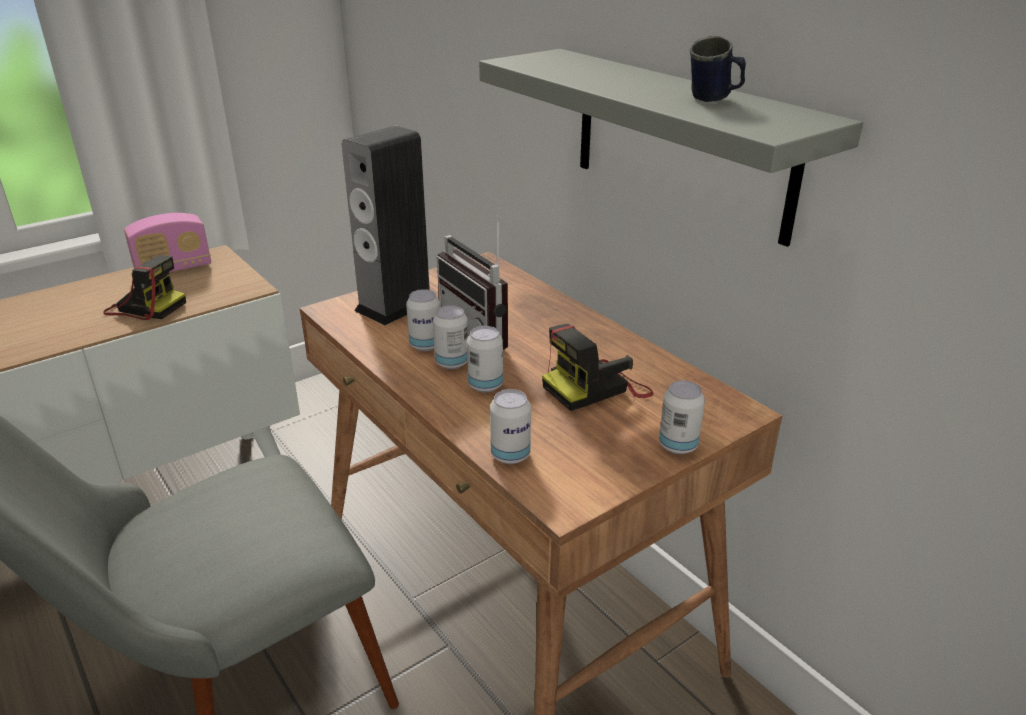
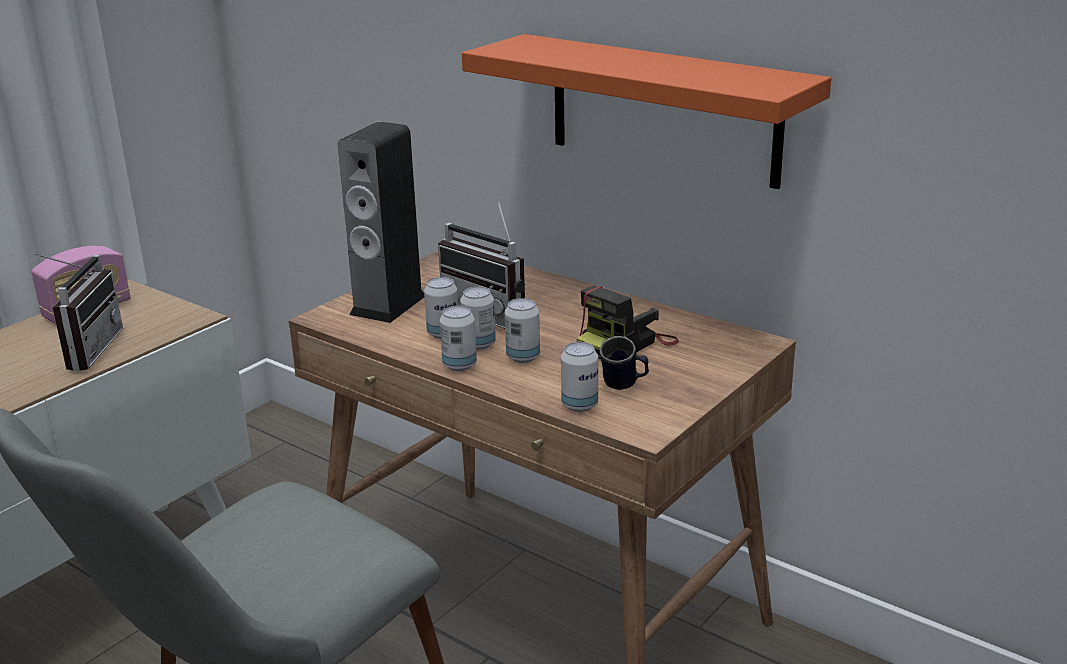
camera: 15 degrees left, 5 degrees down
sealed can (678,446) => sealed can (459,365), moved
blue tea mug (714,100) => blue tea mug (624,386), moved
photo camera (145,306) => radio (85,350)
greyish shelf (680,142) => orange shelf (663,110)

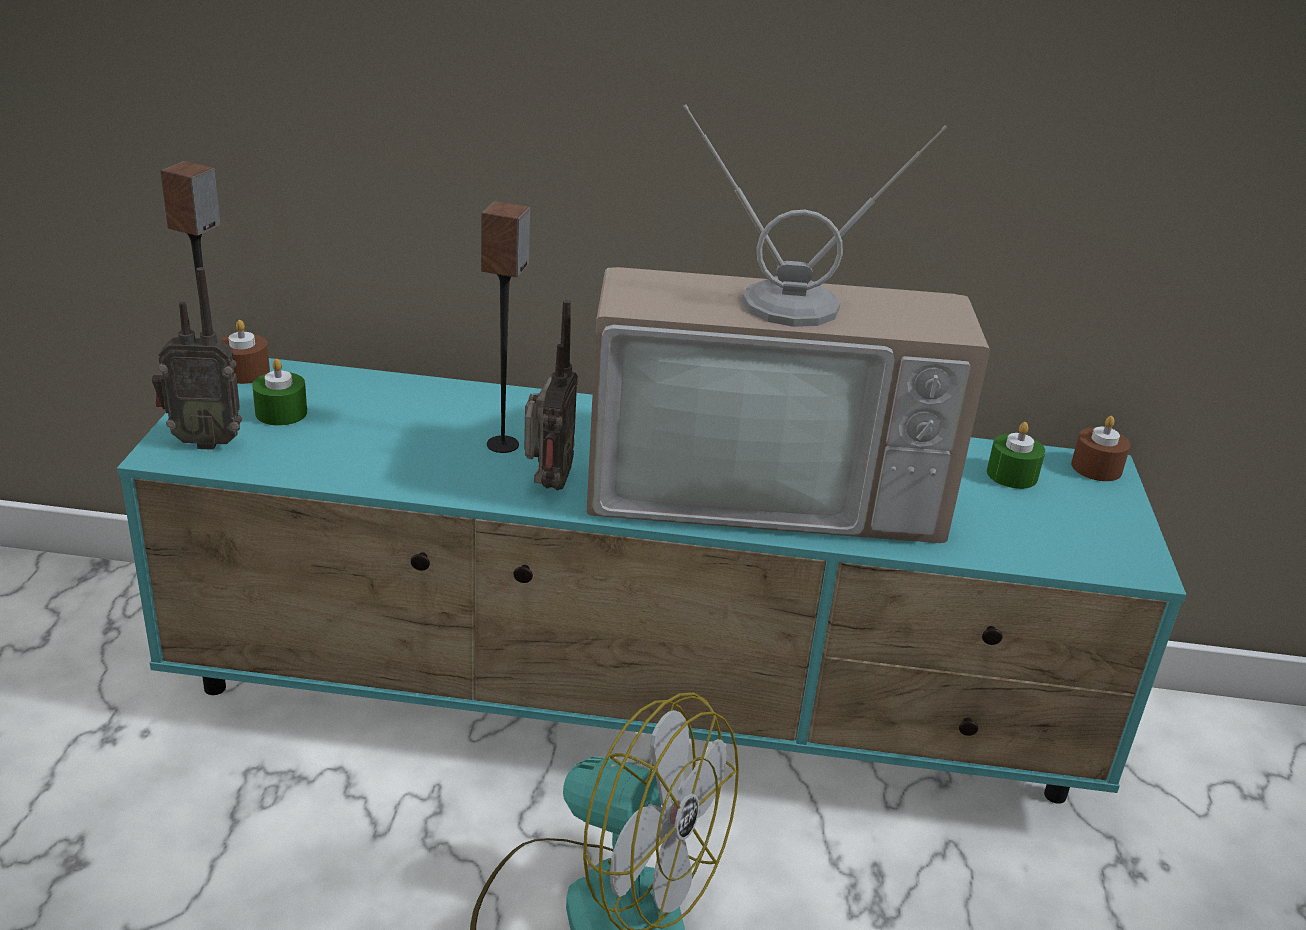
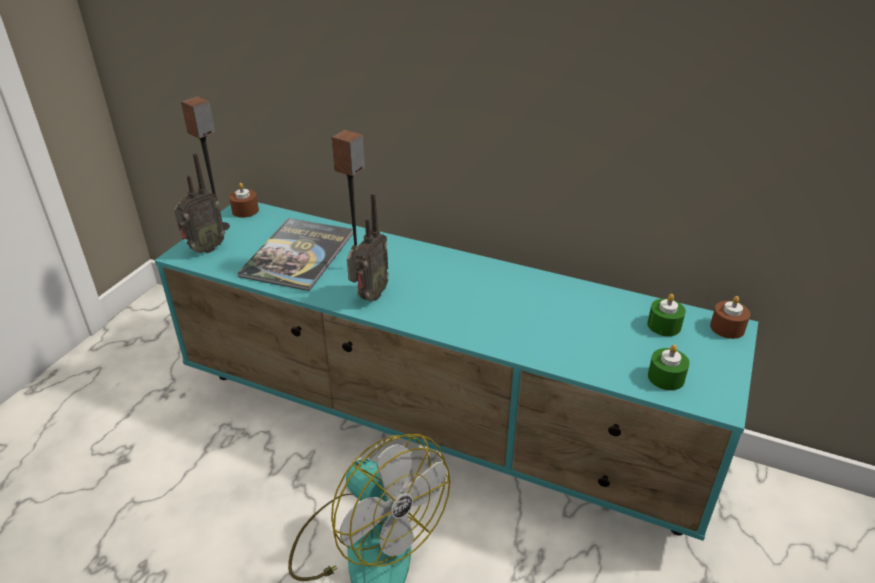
camera: 20 degrees right, 5 degrees up
television (766,485) => nothing
nothing => book (298,255)
greenish wax candle (281,413) => greenish wax candle (666,377), moved
radio (205,441) => radio (204,249), 60 degrees counterclockwise

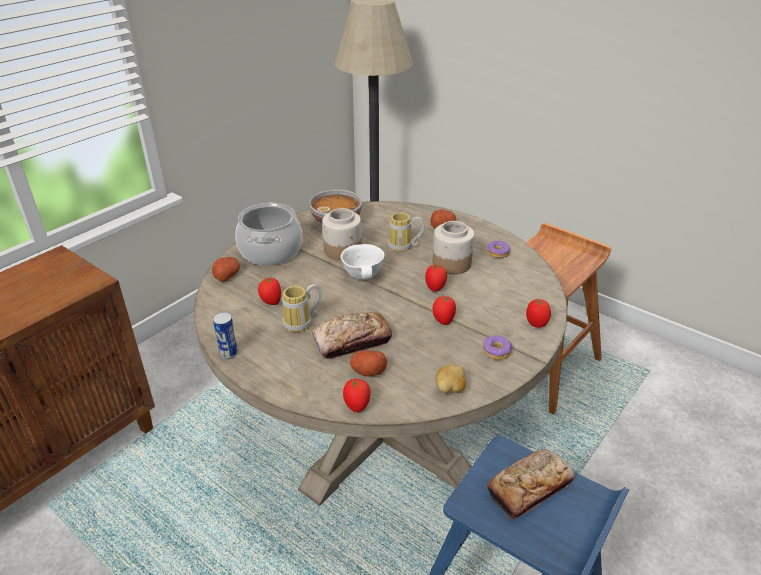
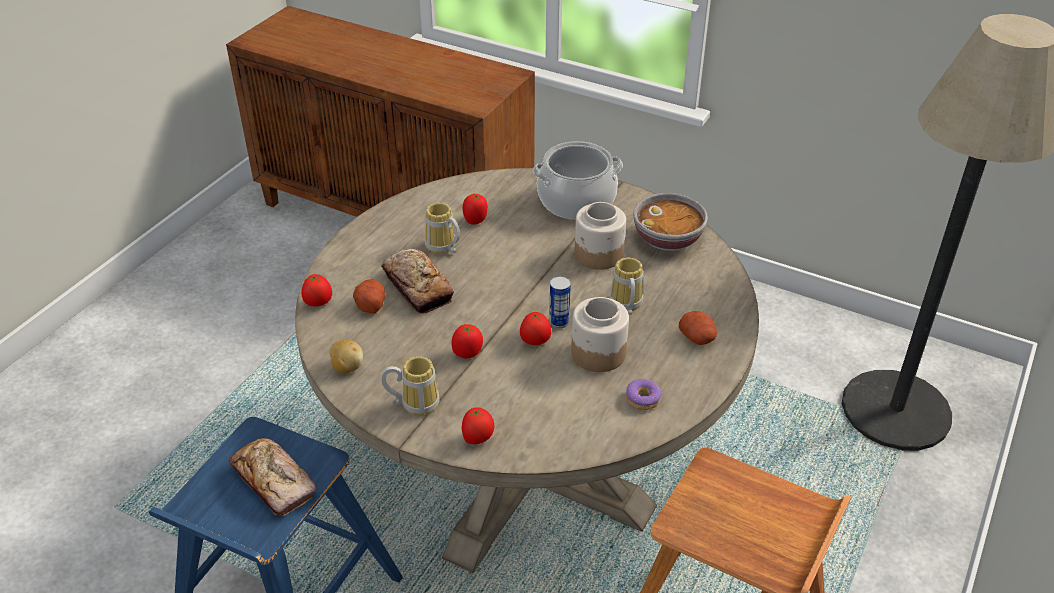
camera: 80 degrees right, 5 degrees up
whole potato (227,275) => nothing
white-coloured serving bowl (364,276) => nothing
sealed can (228,354) => sealed can (559,322), moved
donut (496,352) => tea mug (415,402)

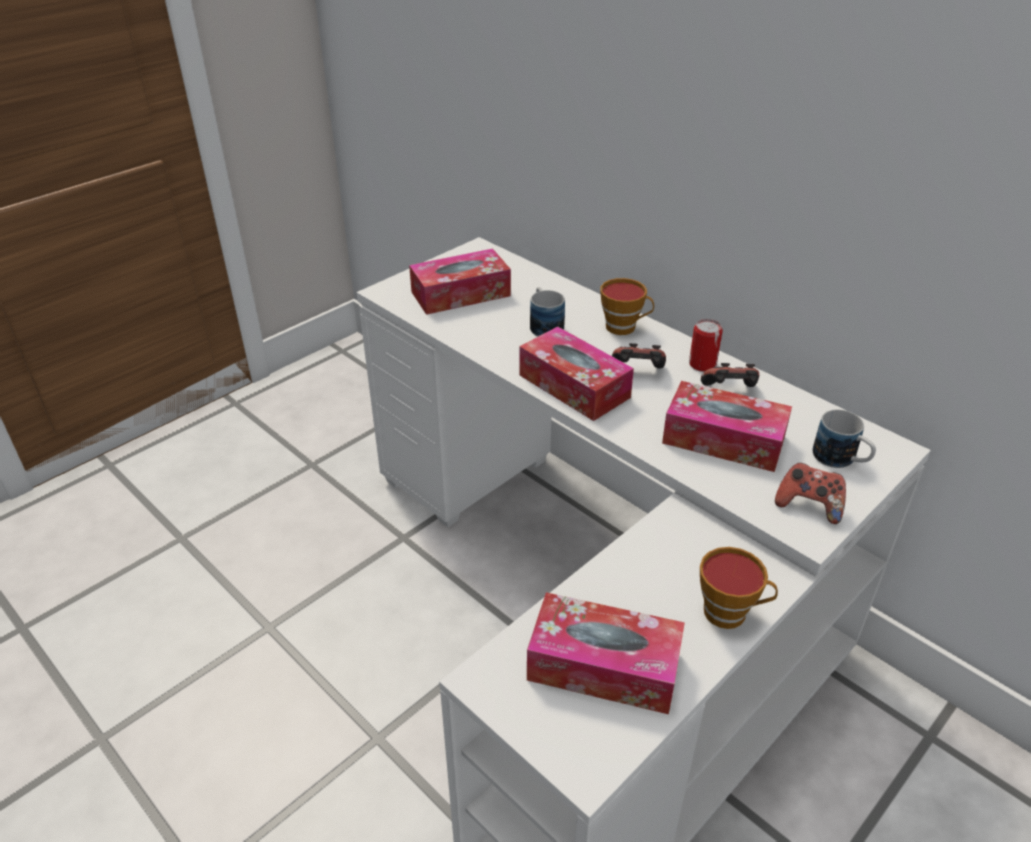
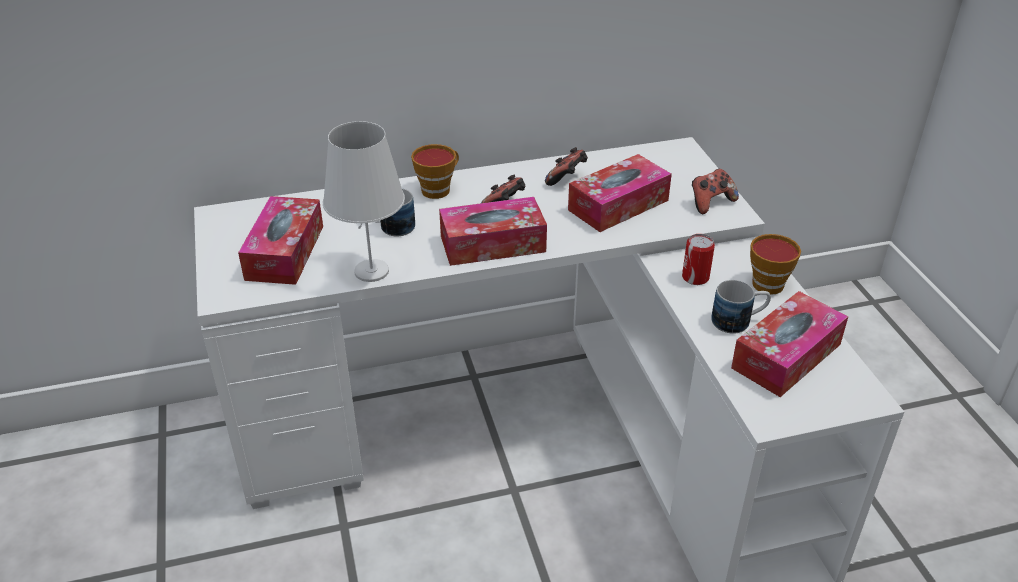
camera: 60 degrees left, 0 degrees up
nothing => white-coloured tabletop lamp (372,271)
sealed can (702,364) => sealed can (695,277), moved
tea mug (841,460) => tea mug (738,321), moved

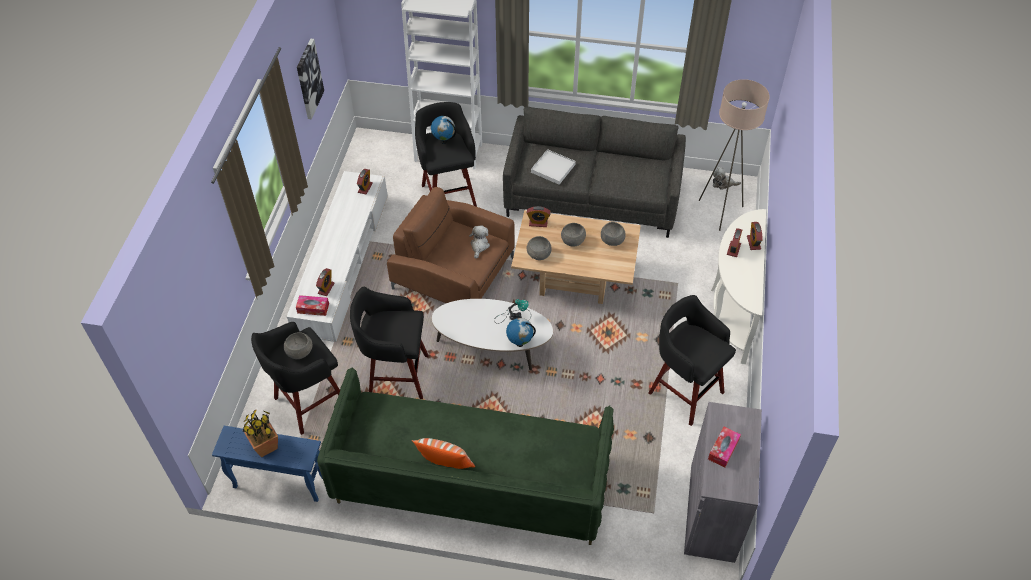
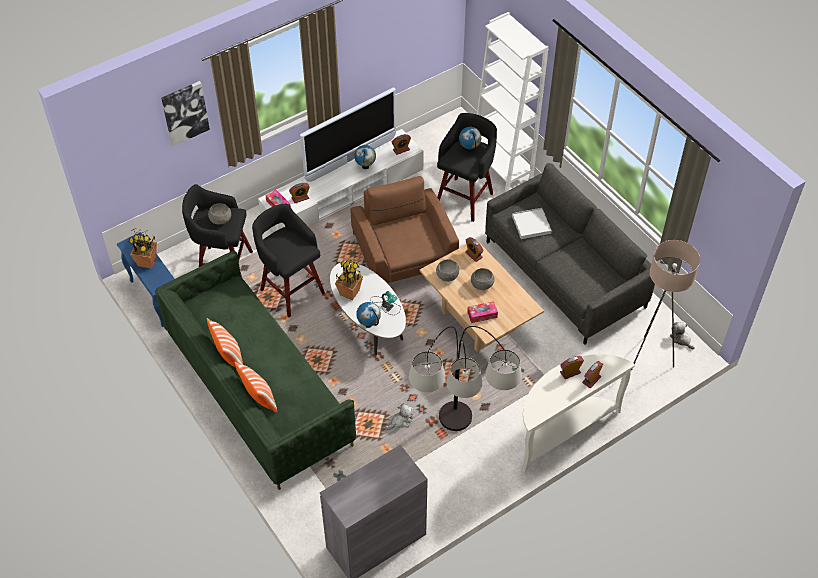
camera: 45 degrees right, 0 degrees up
greyish serving bowl (612,240) => nothing
nothing => pillow (259,398)
nothing => television (351,159)
nothing => potted plant (349,292)
nothing => globe (365,167)
wall picture (308,79) => wall picture (185,112), moved
plush toy (479,246) => plush toy (401,421), moved
tissue holder (723,449) => tissue holder (482,315), moved
blackish sitting stool (684,391) => standing lamp (458,453)

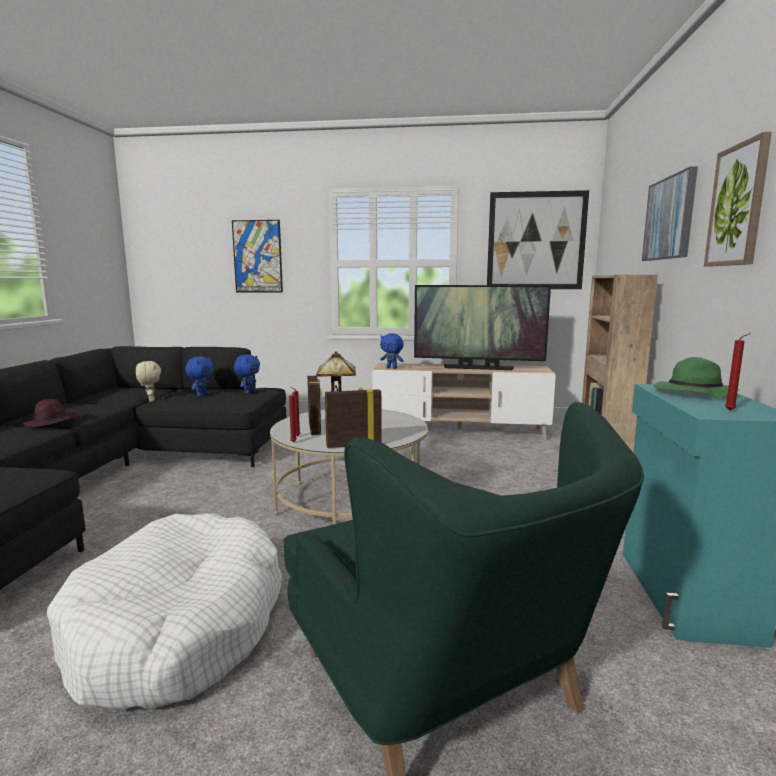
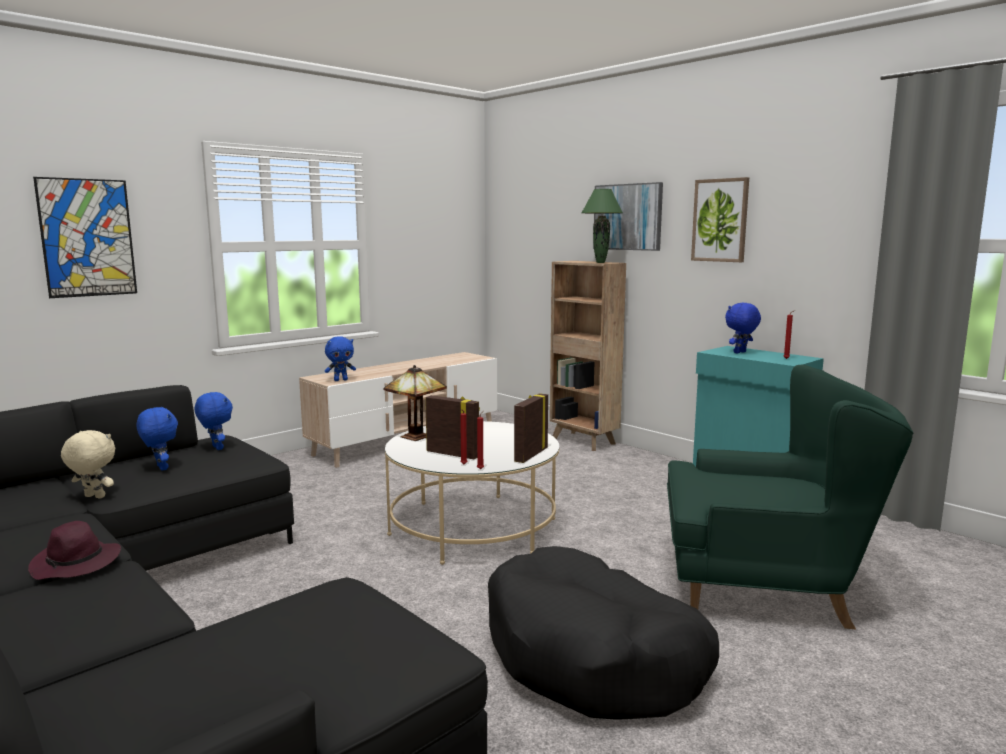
camera: 50 degrees left, 0 degrees up
television (478,368) => nothing
wall picture (536,241) => nothing
nothing => greenish tabletop lamp (600,262)
greenish clothing hat (692,393) => blue plush toy (740,352)
white-coloured dog cushion (179,627) => blackish dog cushion (593,656)

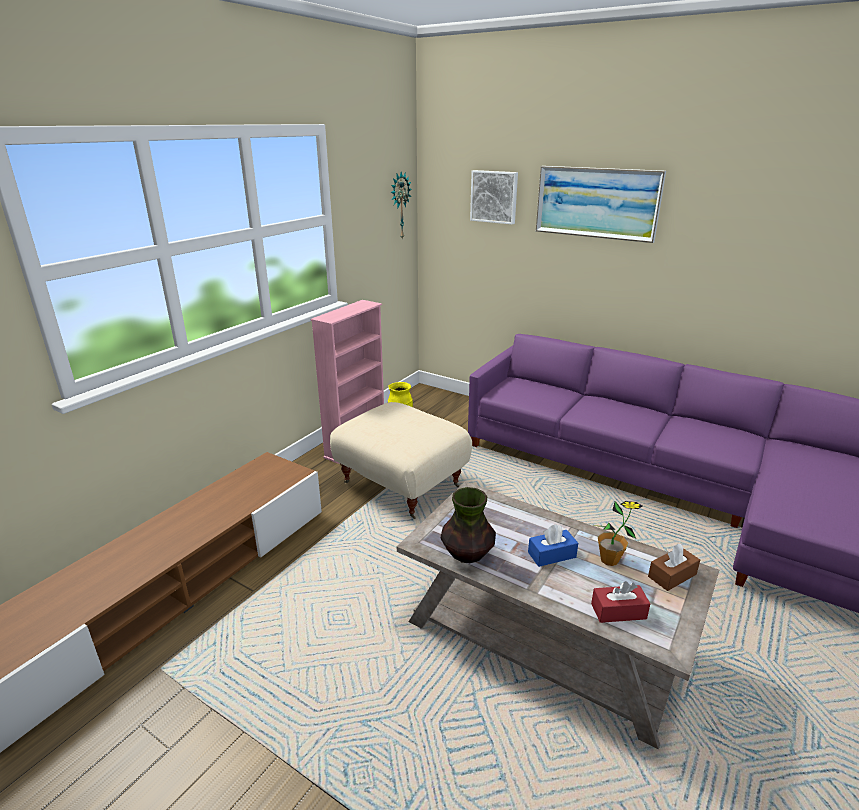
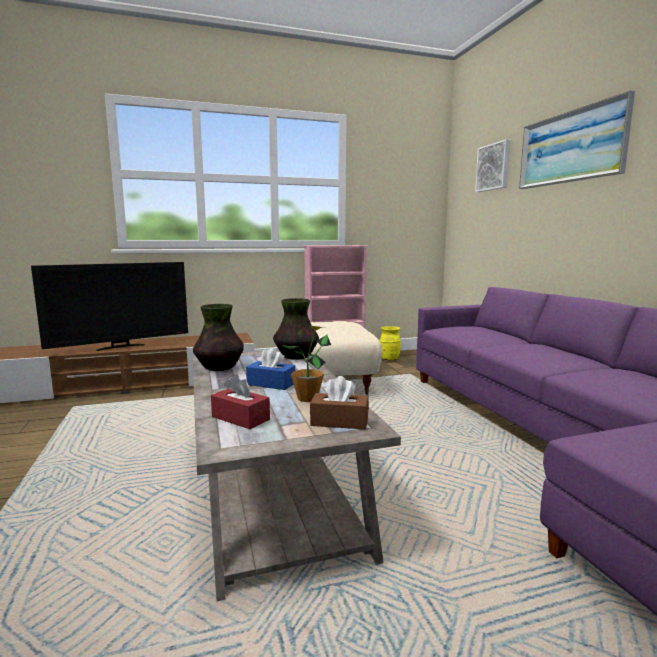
camera: 40 degrees right, 15 degrees down
hanging clock (399,206) => nothing
nothing => television (120,347)
nothing => vase (296,357)

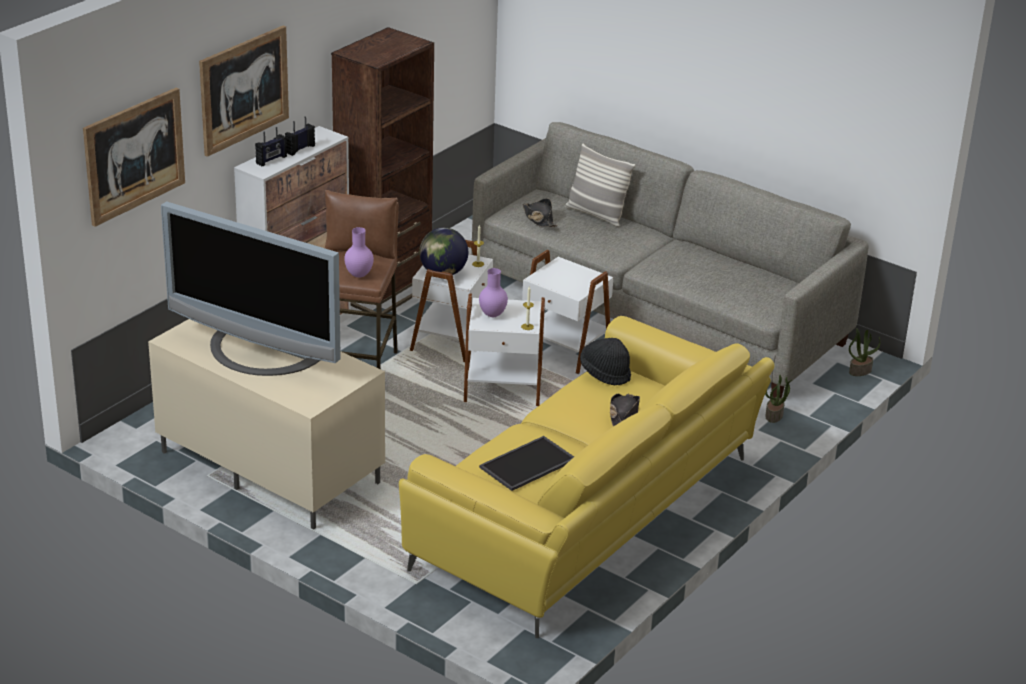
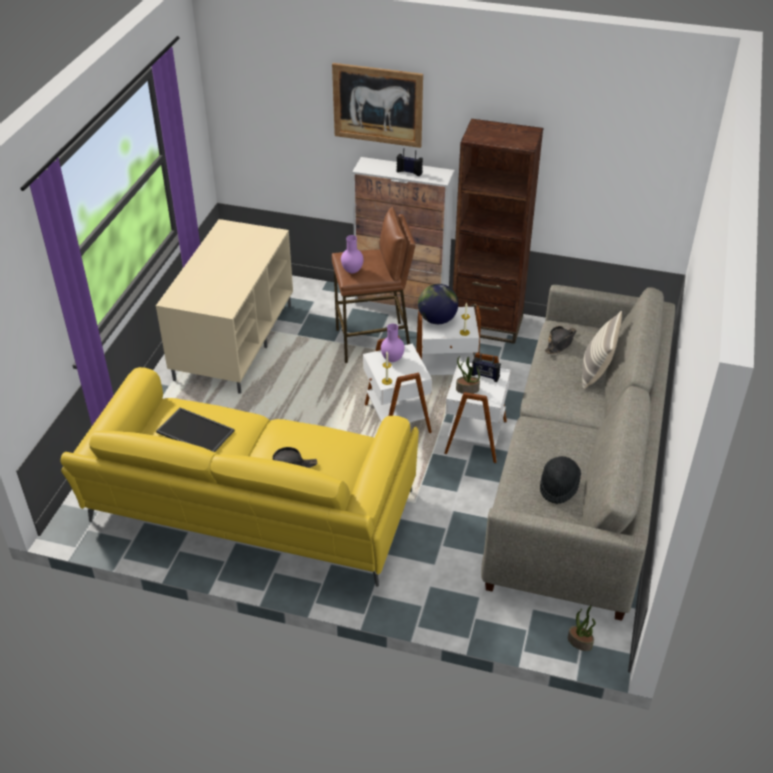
camera: 70 degrees right, 10 degrees up
wall picture (134,155) => nothing
television (260,352) => nothing
radio (271,160) => radio (485,376), moved
blackish clothing hat (605,373) => blackish clothing hat (558,486), moved
potted plant (774,416) => potted plant (467,389), moved

